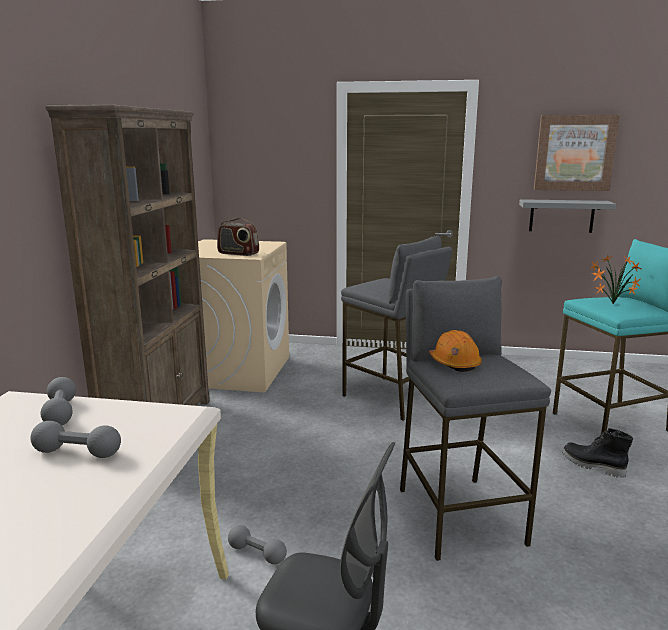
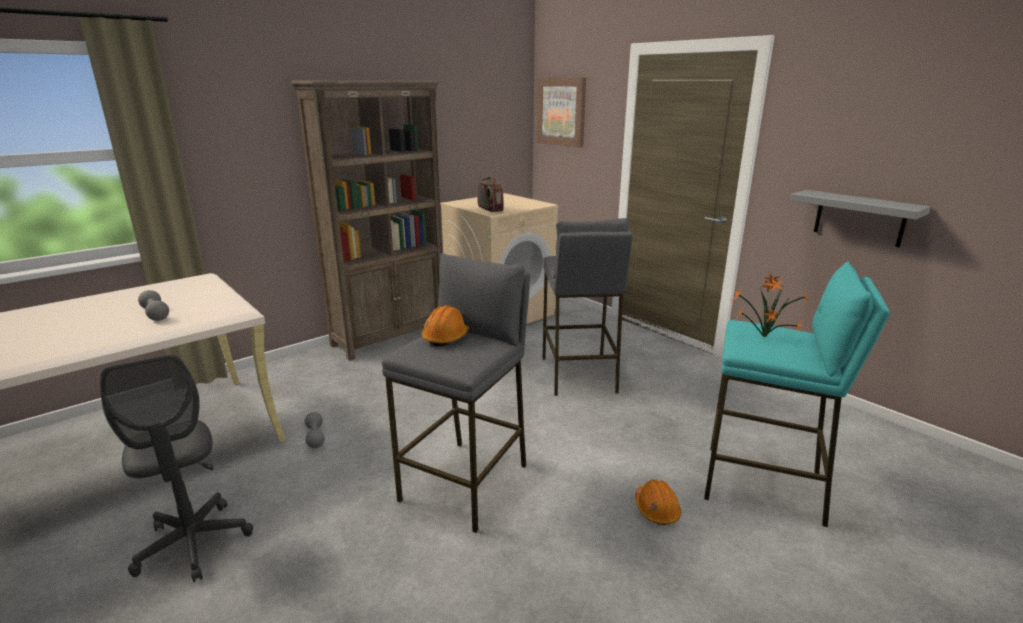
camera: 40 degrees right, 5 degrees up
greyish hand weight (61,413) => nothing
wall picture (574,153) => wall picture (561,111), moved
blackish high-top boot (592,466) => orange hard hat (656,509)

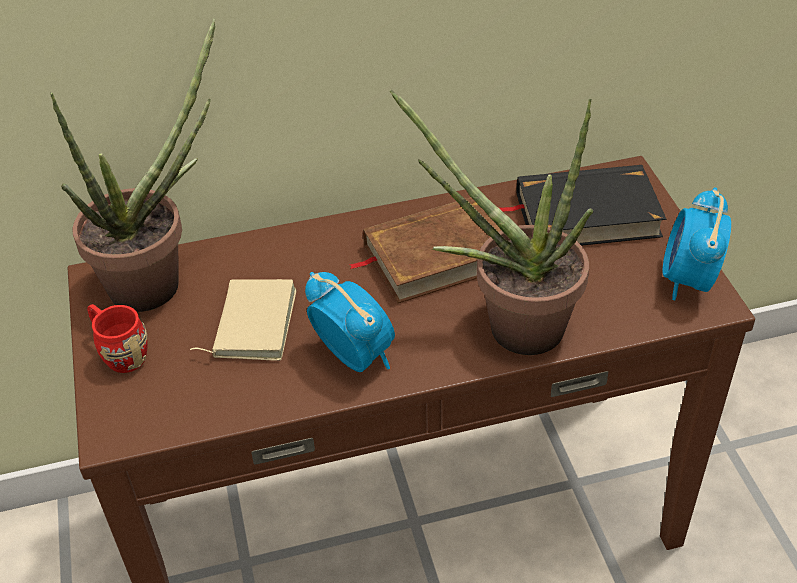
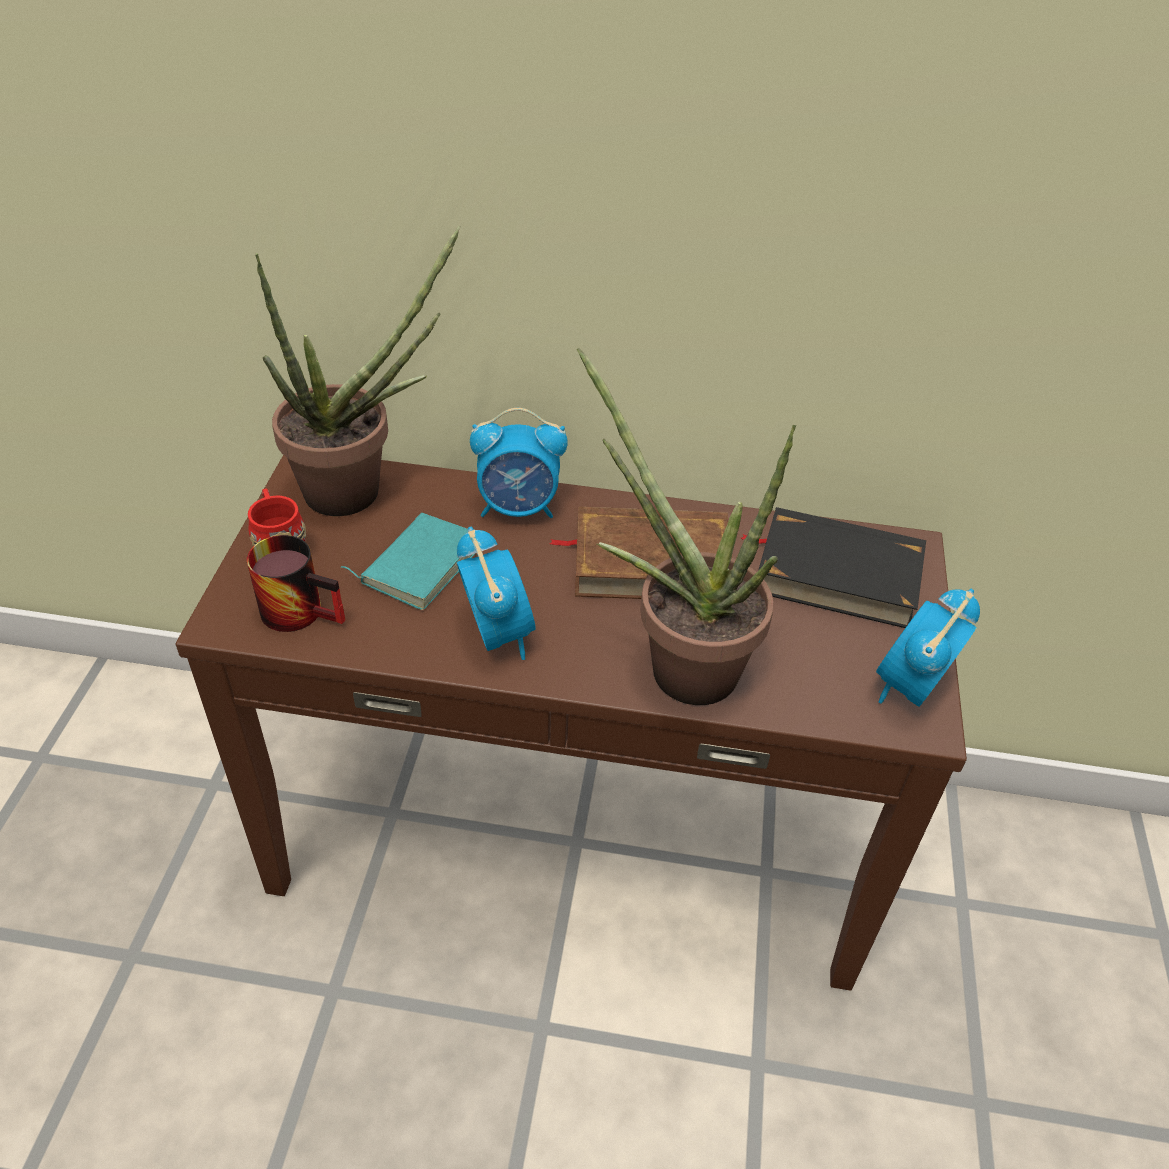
camera: 20 degrees right, 0 degrees up
nothing => tea mug (304,609)
nothing => table clock (519,508)
beige book (252,323) => blue-green book (419,563)

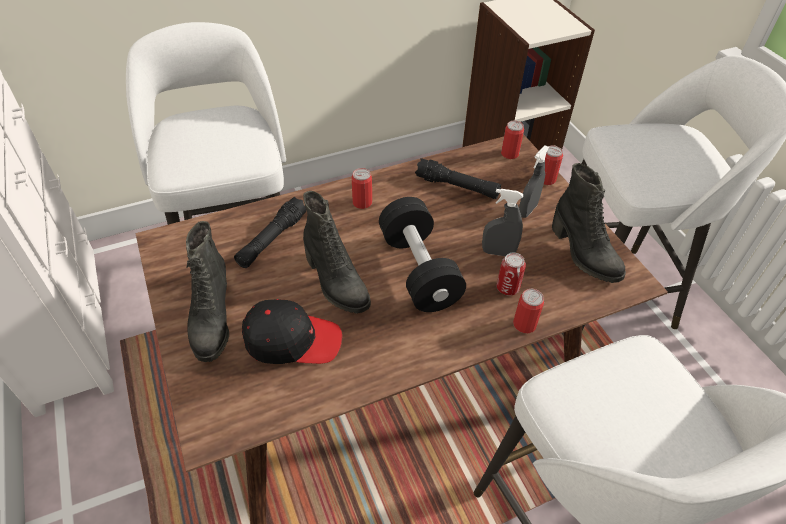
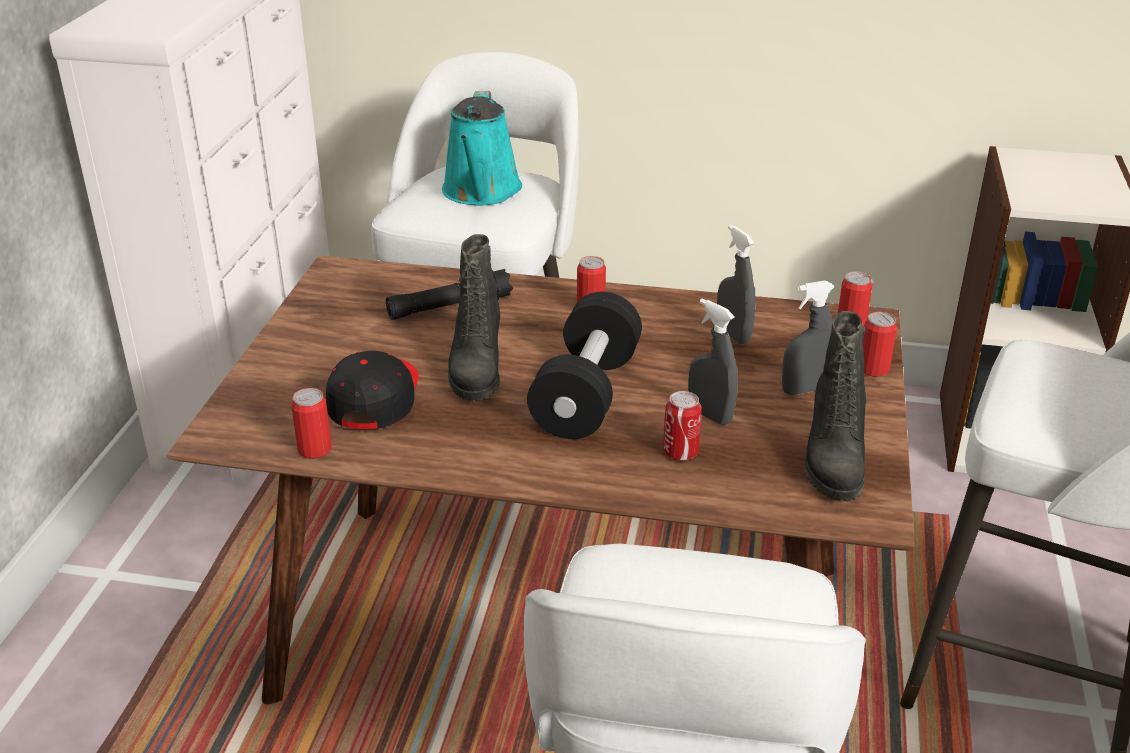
camera: 35 degrees right, 15 degrees down
blackish high-top boot (212,320) => nothing
nothing => blue-green watering pot (481,192)
sealed can (524,324) => sealed can (315,449), moved
blackish hand torch (457,186) => greyish spray bottle (733,335)
blackish baseball cap (292,339) => blackish baseball cap (375,398), 120 degrees counterclockwise

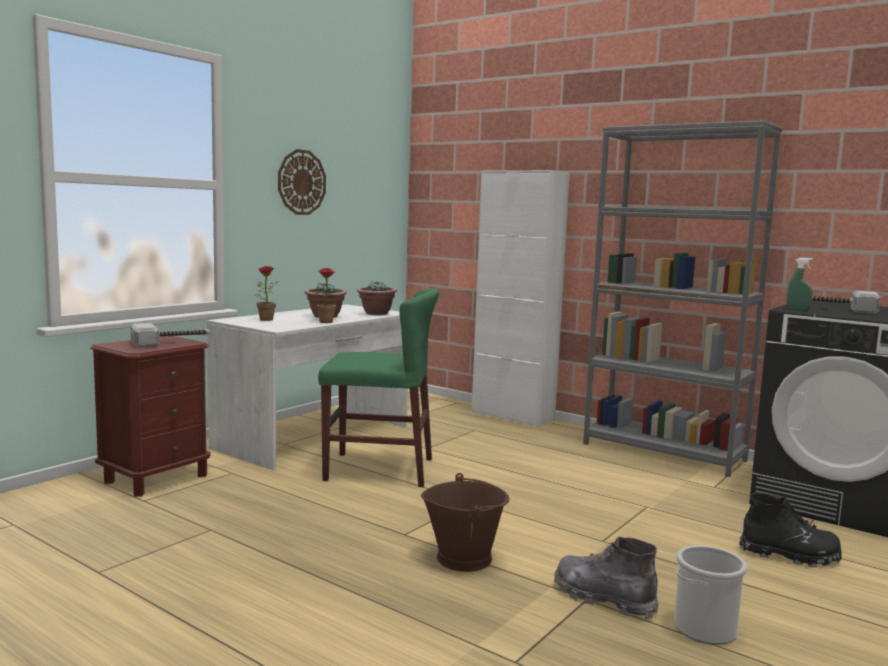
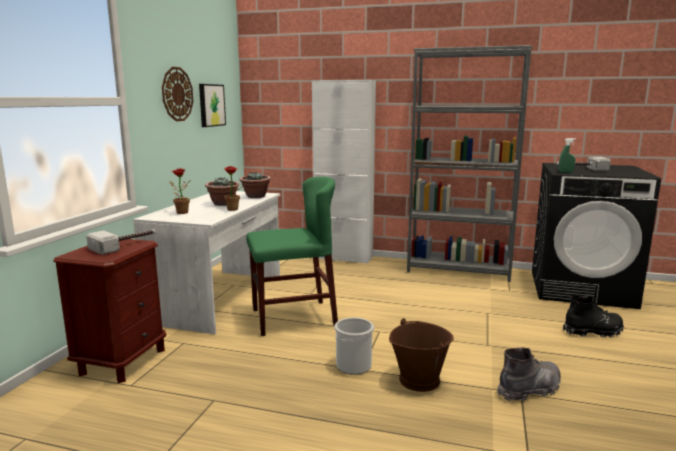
camera: 20 degrees left, 5 degrees up
nothing => wall picture (211,105)
pail (705,628) => pail (353,365), moved
greyish high-top boot (603,598) => greyish high-top boot (530,390), 135 degrees clockwise

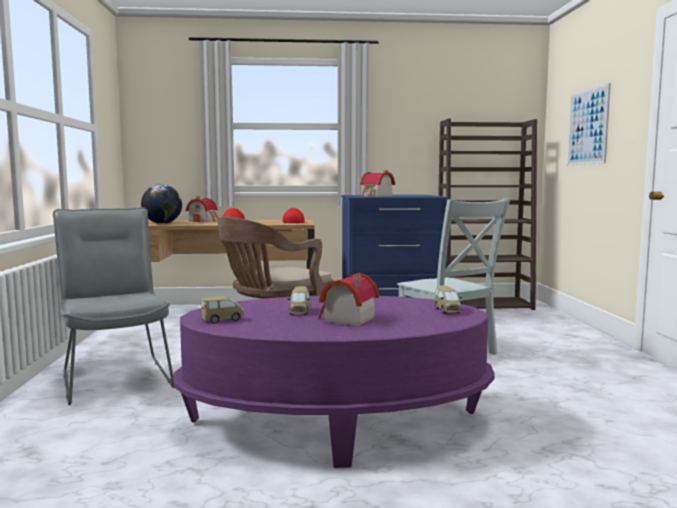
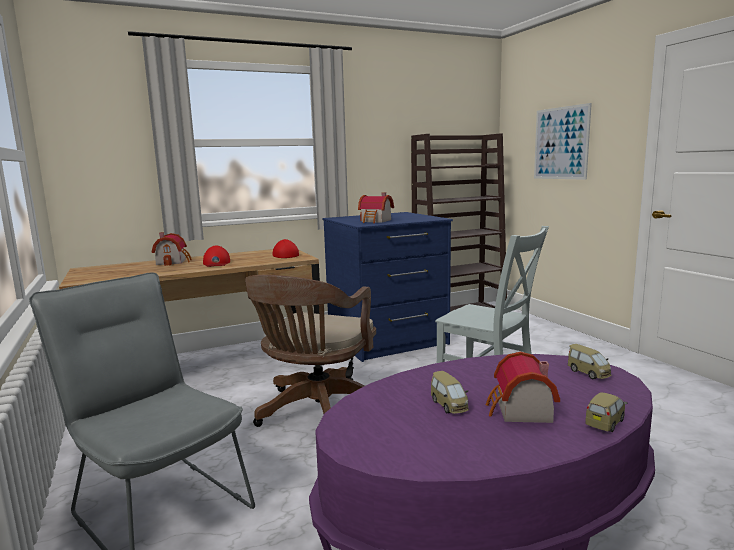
camera: 20 degrees left, 5 degrees up
globe (162,223) => nothing
miniature car (222,320) => miniature car (605,422), moved

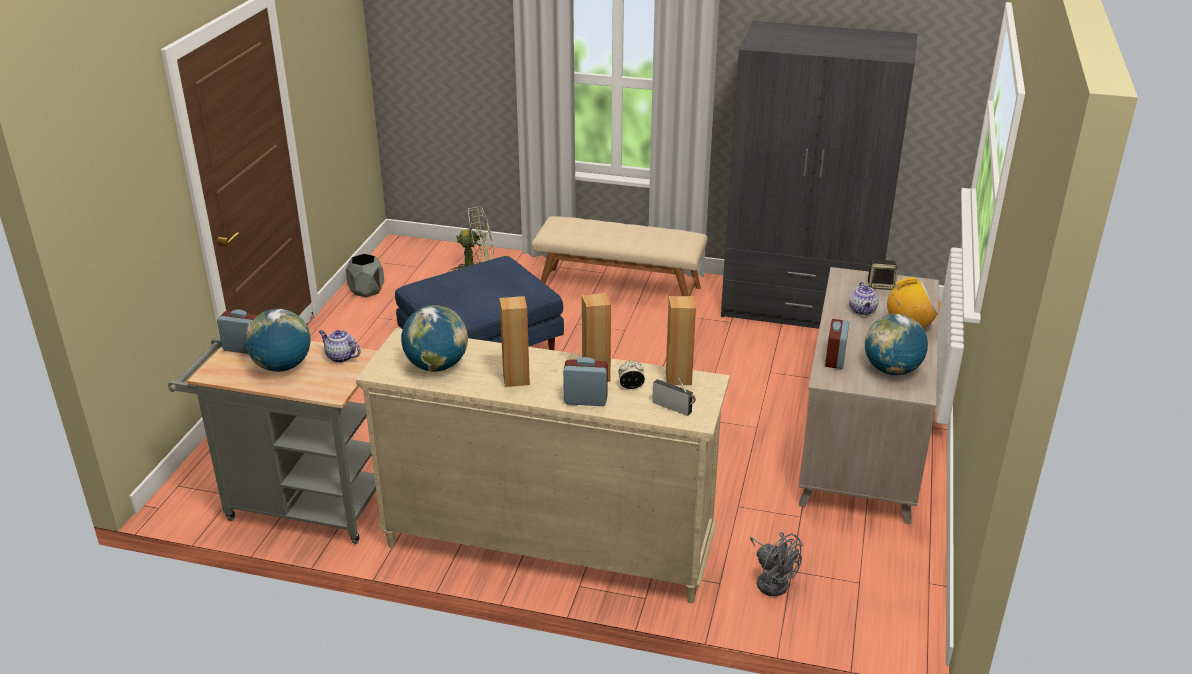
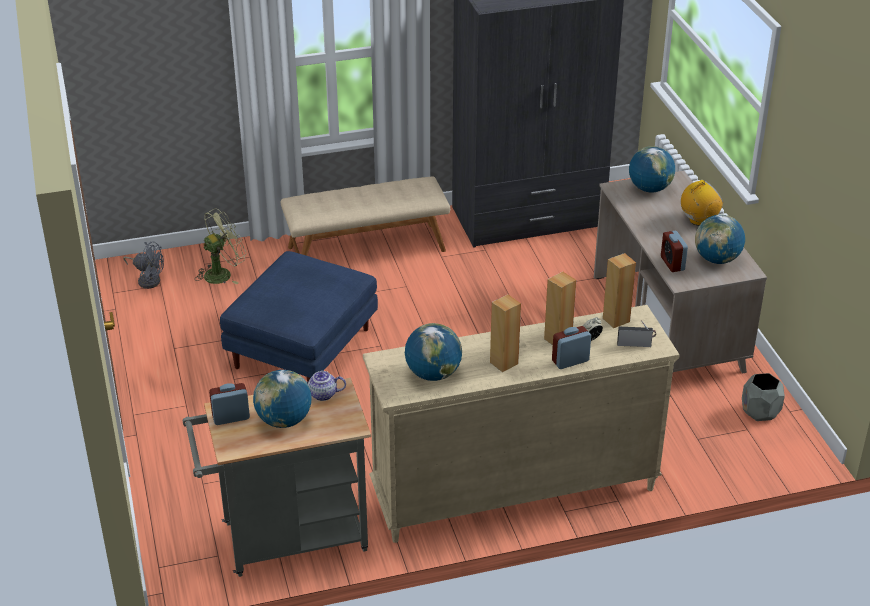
camera: 30 degrees left, 5 degrees up
tea pot (863,311) => nothing
greyish plant pot (366,291) => greyish plant pot (760,412), moved
greyish cooling fan (772,580) => greyish cooling fan (147,279), moved
speaker (881,285) => globe (650,189)

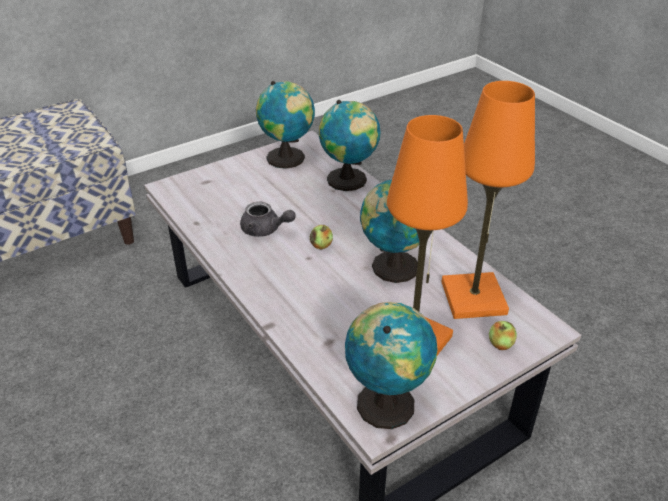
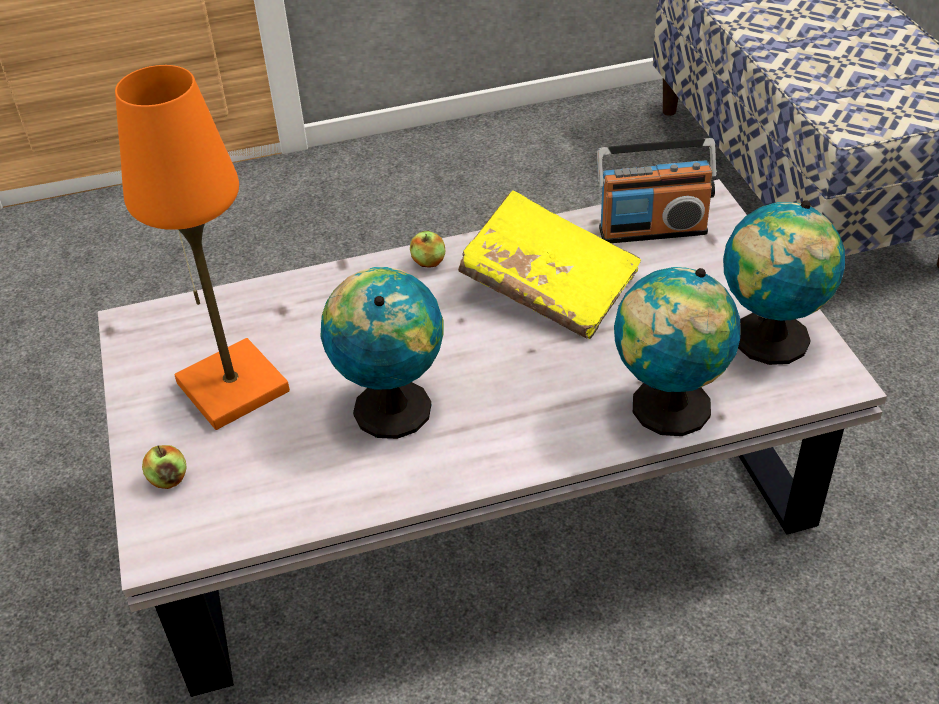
camera: 110 degrees right, 5 degrees up
globe (386,401) => nothing
orange tabletop lamp (473,298) => nothing
nothing => radio (652,230)
apple (321,245) => apple (428,262), moved
greyish tea pot (265,230) => yellow book (549,285)

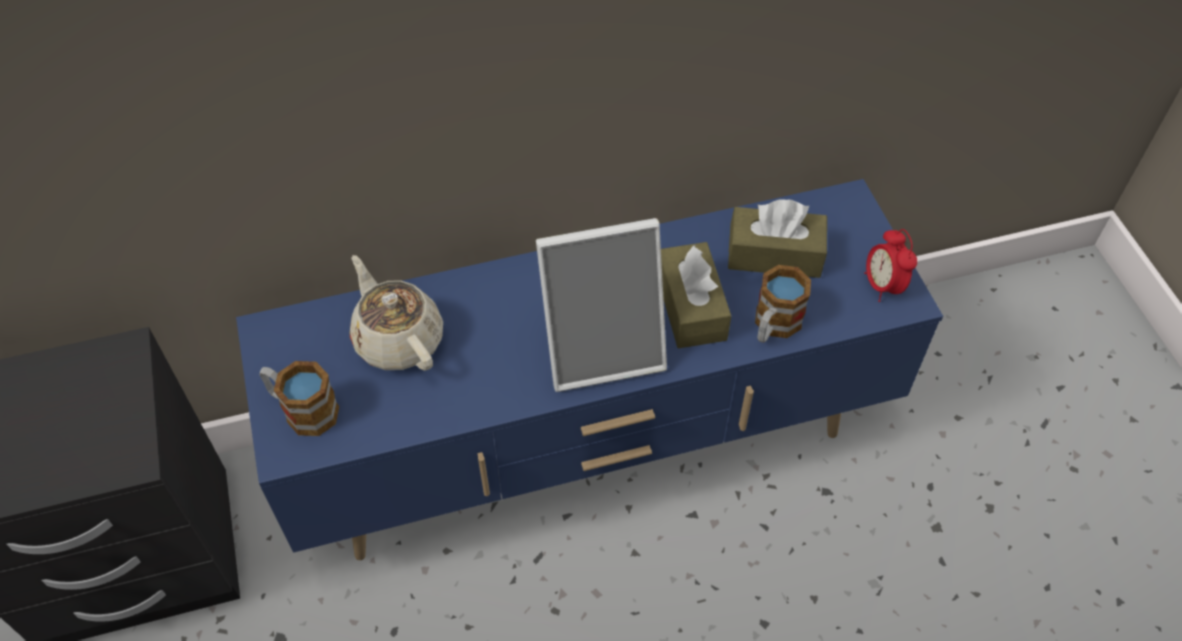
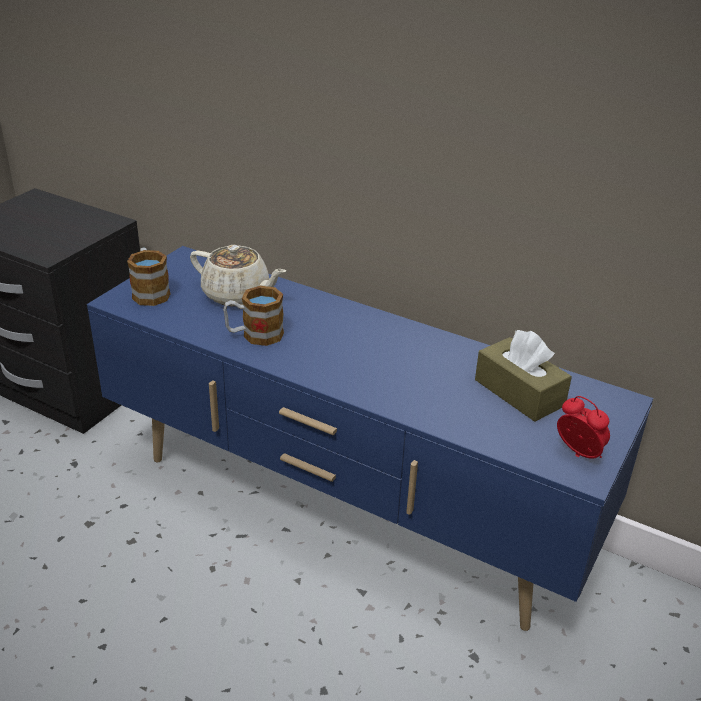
camera: 45 degrees right, 20 degrees down
standing frame (603,348) => nothing
brownish tissue holder (691,307) => nothing
tea mug (773,326) => tea mug (254,335), moved
beige tea pot (398,339) => beige tea pot (237,295), 105 degrees clockwise
table clock (882,286) => table clock (578,454), 105 degrees clockwise

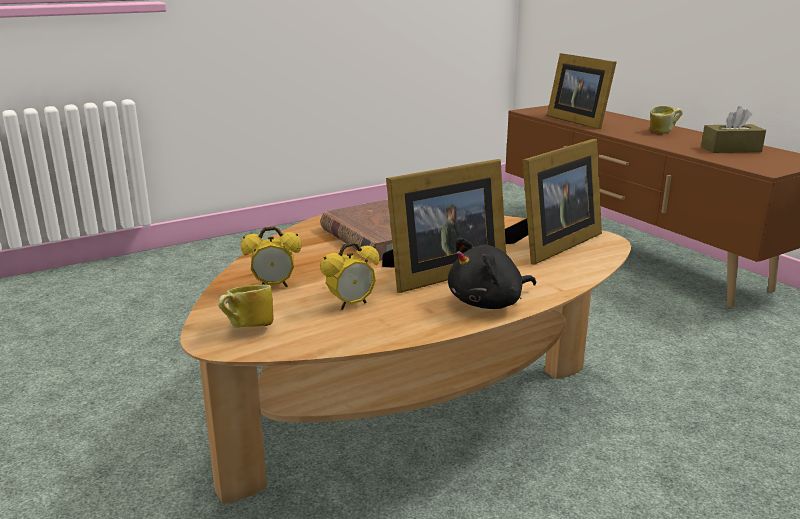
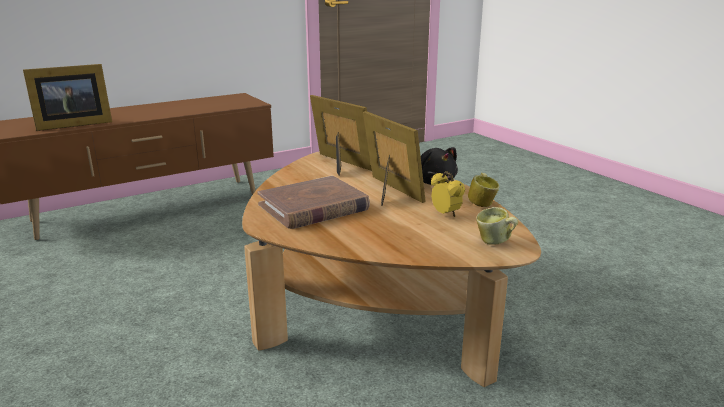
camera: 90 degrees left, 0 degrees up
table clock (274,286) => nothing
brownish tissue holder (731,149) => nothing
tea mug (663,132) => tea mug (482,203), moved

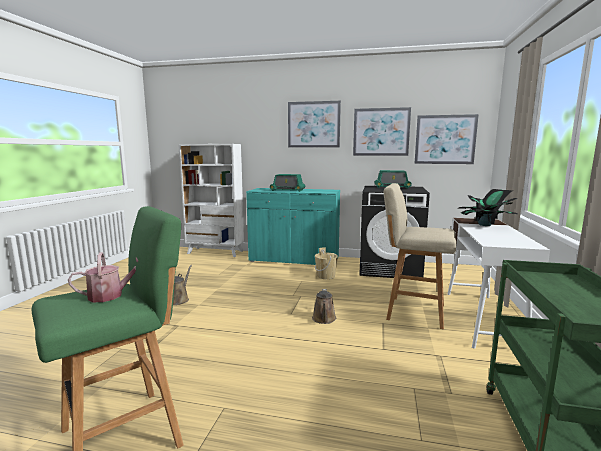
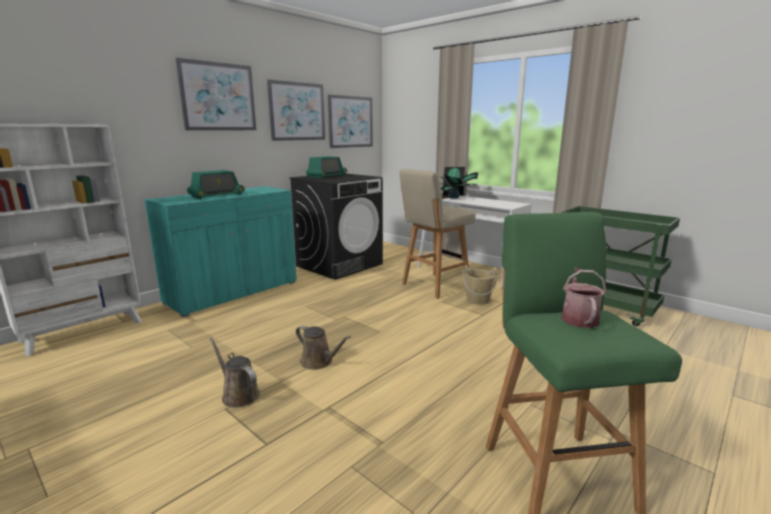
camera: 60 degrees left, 5 degrees up
brownish watering pot (324,319) => brownish watering pot (319,362), moved
beige pail (325,276) => beige pail (478,300), moved

